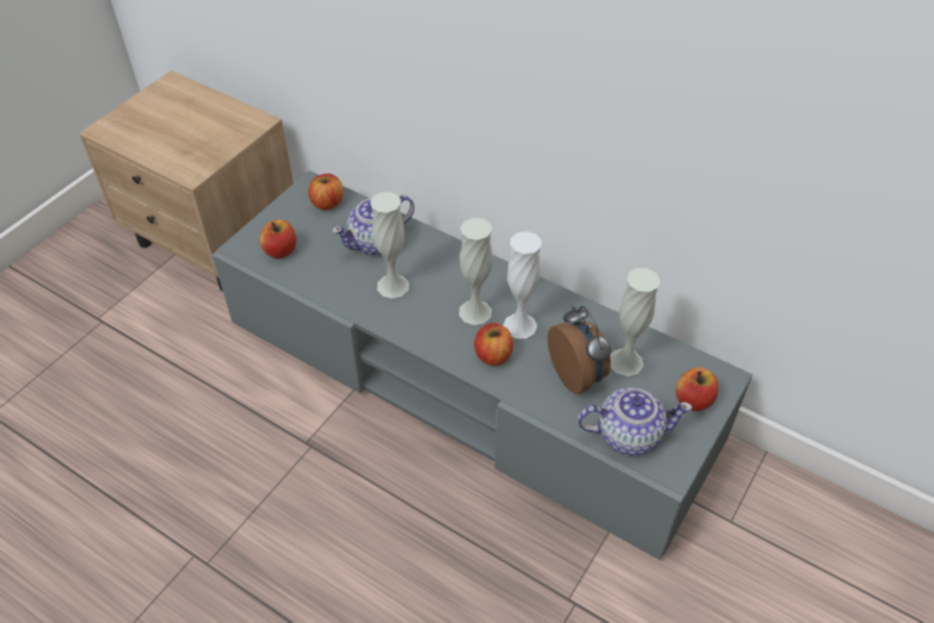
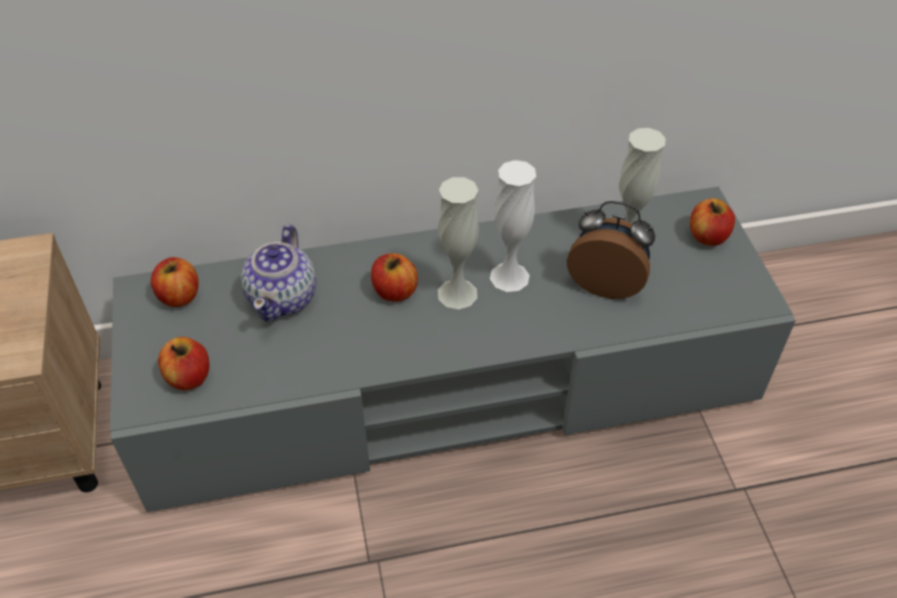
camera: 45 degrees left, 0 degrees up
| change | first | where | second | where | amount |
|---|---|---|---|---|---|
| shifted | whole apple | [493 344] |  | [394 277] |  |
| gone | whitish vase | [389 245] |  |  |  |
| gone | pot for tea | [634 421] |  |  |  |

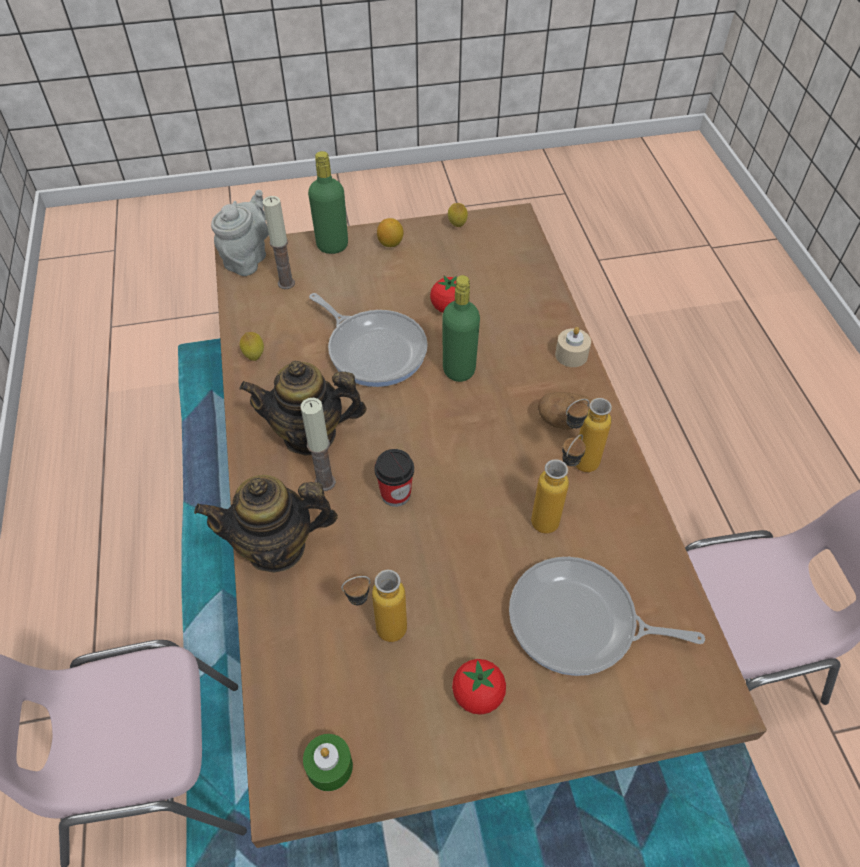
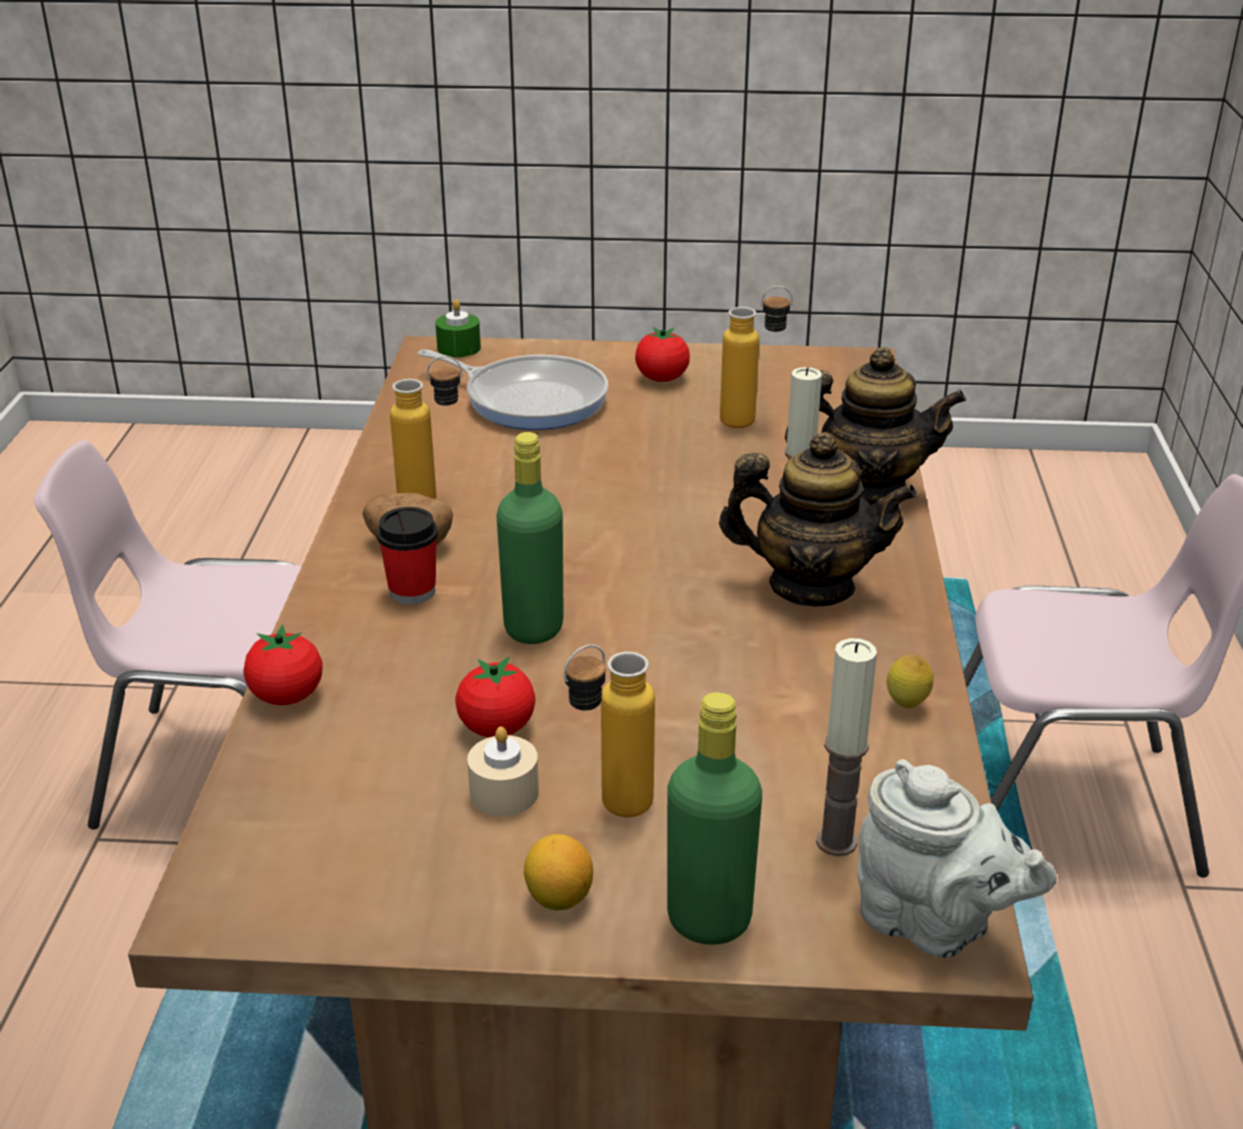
camera: 165 degrees left, 20 degrees down
| change | first | where | second | where | amount |
|---|---|---|---|---|---|
| new |  |  | tomato | [283 665] |  |
| shifted | drinking cup | [394 478] |  | [407 556] |  |
| shifted | green wax candle | [328 762] |  | [458 328] |  |
| shifted | beige wax candle | [573 347] |  | [503 771] |  |
| shifted | bottle | [558 484] |  | [609 731] |  |
| rotated | gray pot for tea | [240 233] |  | [957 858] | 90 degrees counterclockwise |
| gone | skillet | [368 340] |  |  |  |
| gone | whole lemon | [458 215] |  |  |  |

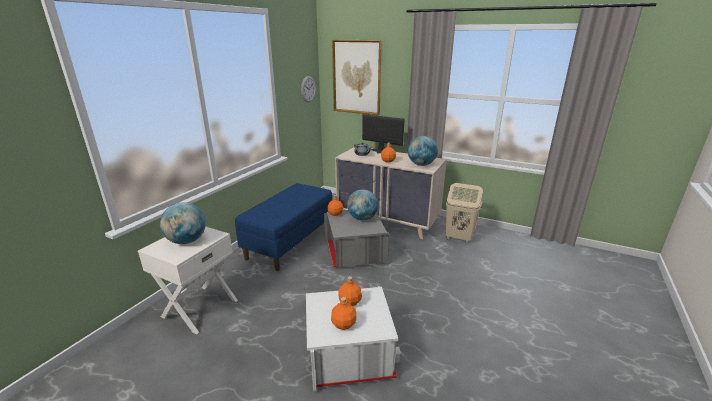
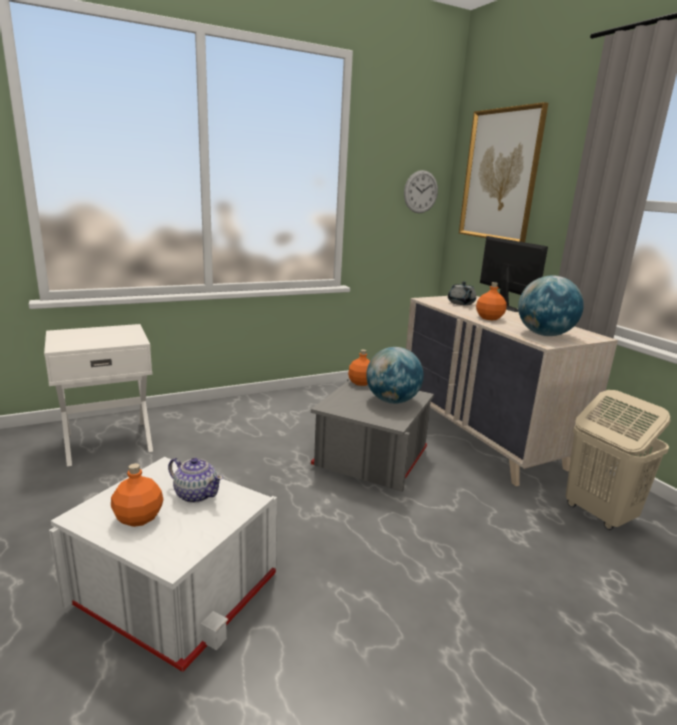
camera: 35 degrees right, 5 degrees down
| change | first | where | second | where | amount |
|---|---|---|---|---|---|
| swapped | orange-coloured bottle | [350 291] | pot for tea | [195 480] |  |
| gone | world globe | [183 223] |  |  |  |
| gone | blue long seat | [283 227] |  |  |  |

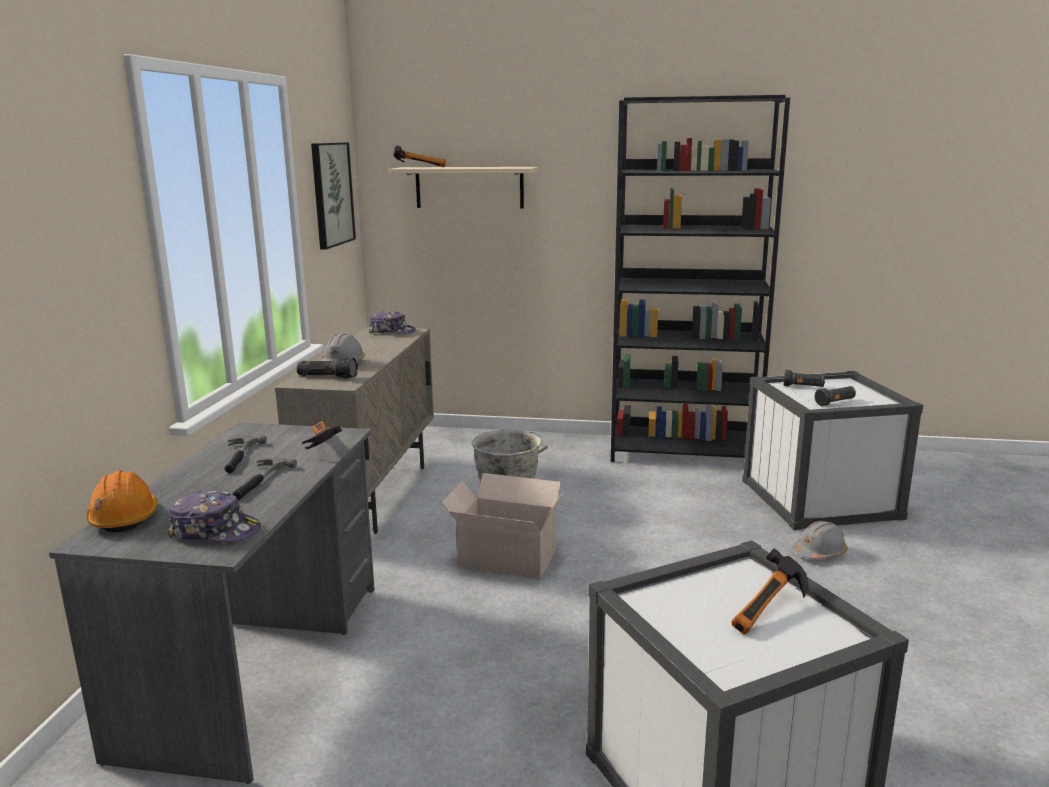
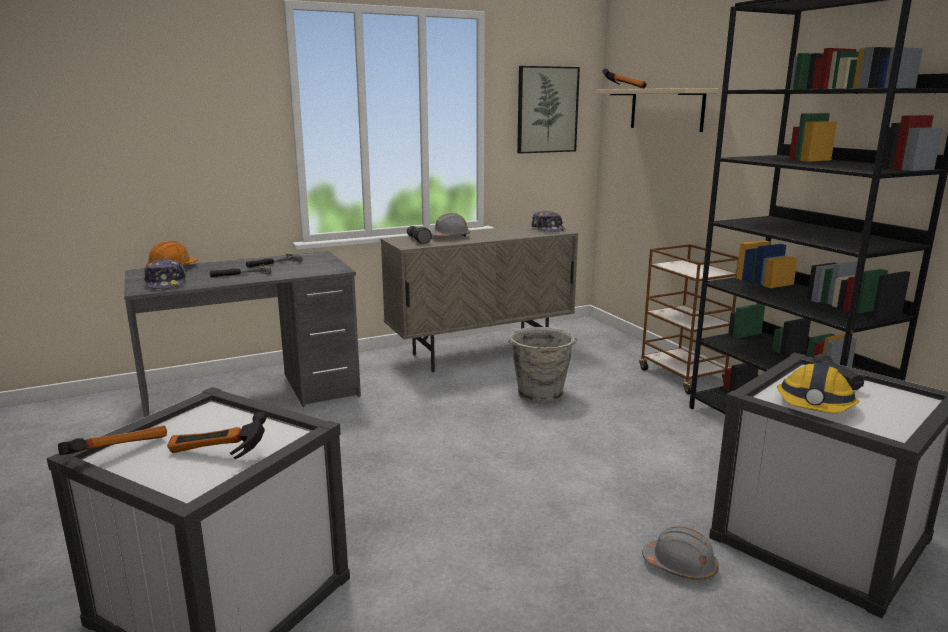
camera: 55 degrees right, 0 degrees up
| change | first | where | second | where | amount |
|---|---|---|---|---|---|
| shifted | hand hammer | [322 435] |  | [112 440] |  |
| new |  |  | brown-coloured trolley | [689 319] |  |
| swapped | black-coloured flashlight | [835 396] | safety helmet | [818 388] |  |
| gone | carton | [502 526] |  |  |  |

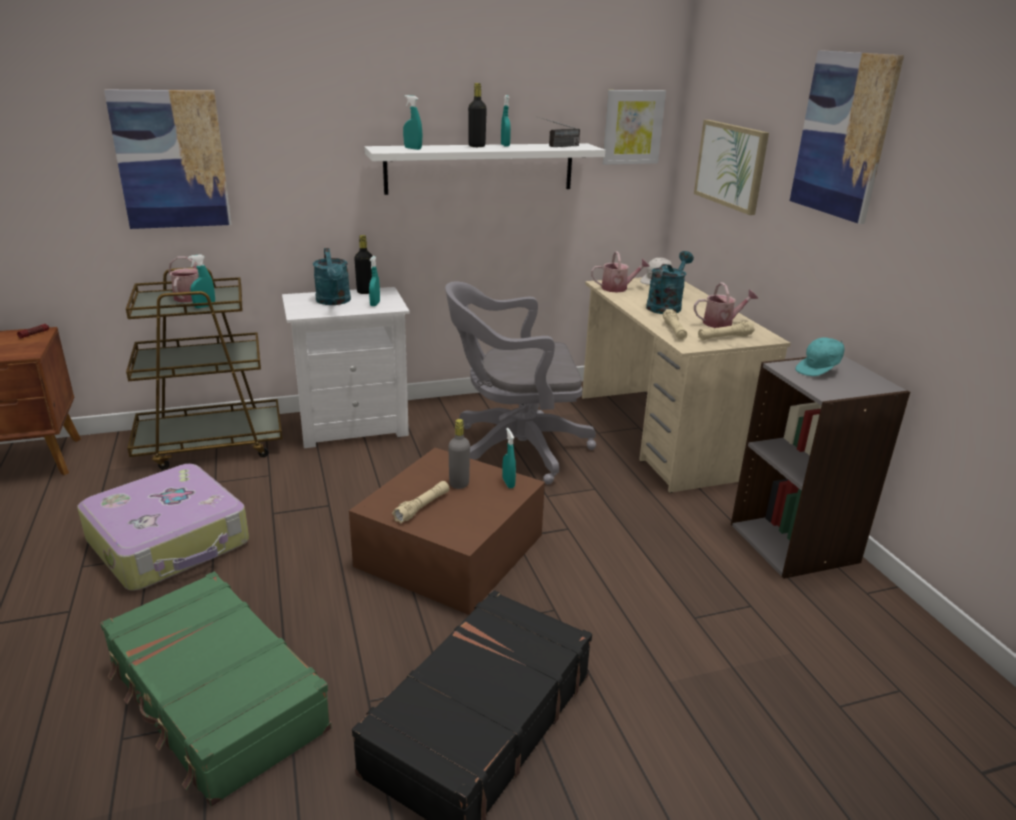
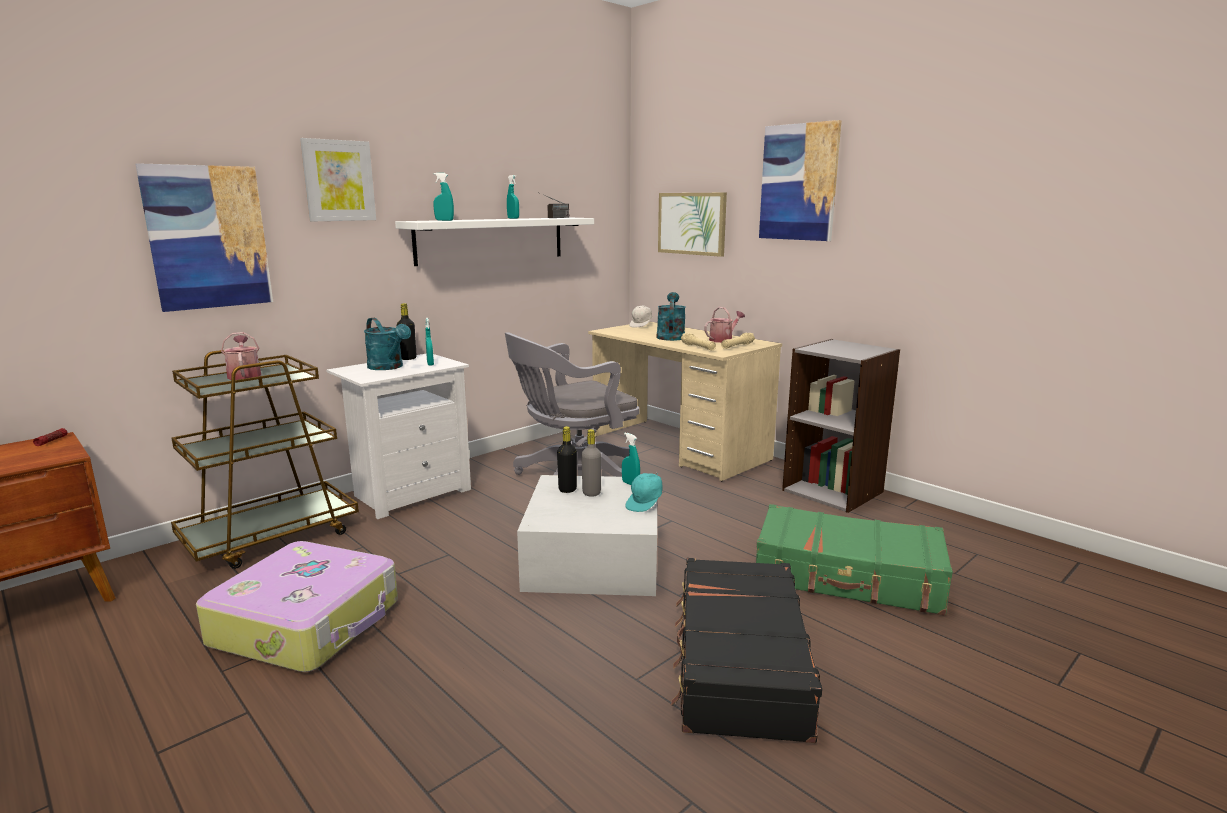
camera: 25 degrees left, 10 degrees down
| change | first | where | second | where | amount |
|---|---|---|---|---|---|
| shifted | wall picture | [634 127] |  | [338 179] |  |
| repainted | brown-coloured storage container | [447 531] | whitish storage container | [587 535] |  |
| shifted | black-coloured bottle | [477 115] |  | [567 459] |  |
| shifted | turquoise cap | [819 356] |  | [644 492] |  |
| shifted | green suitcase | [216 689] |  | [854 560] |  |
| gone | turquoise sprayer | [201 281] |  |  |  |
| gone | beige flashlight | [420 502] |  |  |  |
| gone | sprinkling can | [620 271] |  |  |  |

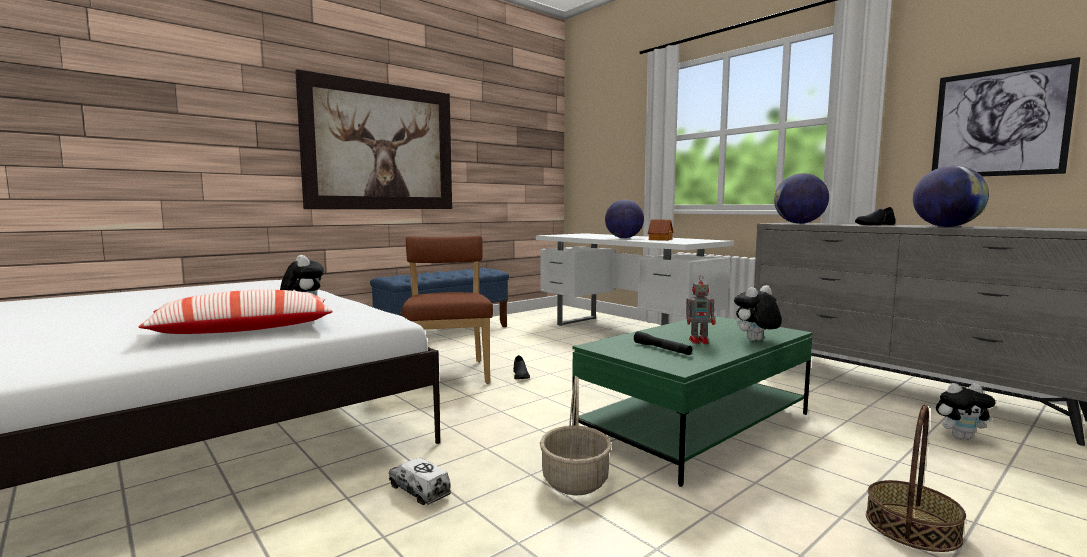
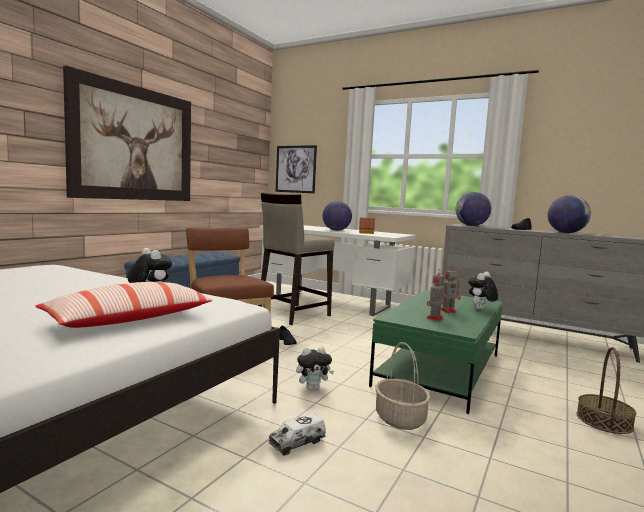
camera: 20 degrees left, 0 degrees up
| change | first | where | second | where | amount |
|---|---|---|---|---|---|
| new |  |  | beige sitting stool | [296 259] |  |
| rotated | toy truck | [420 481] |  | [297 434] | 60 degrees counterclockwise |
| shifted | wall picture | [1006 116] |  | [296 169] |  |
| shifted | soft toy | [965 411] |  | [315 368] |  |
| swapped | black-coloured flashlight | [663 343] | robot figure | [435 295] |  |

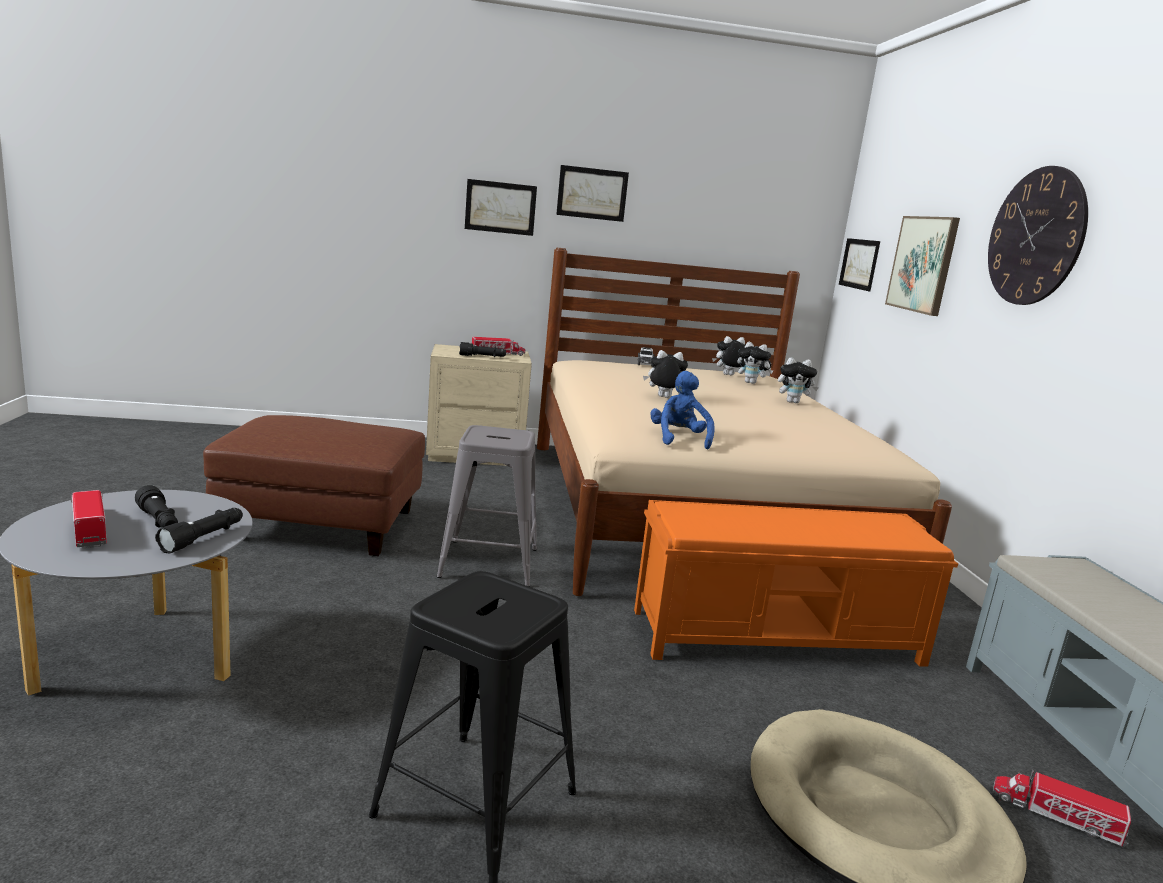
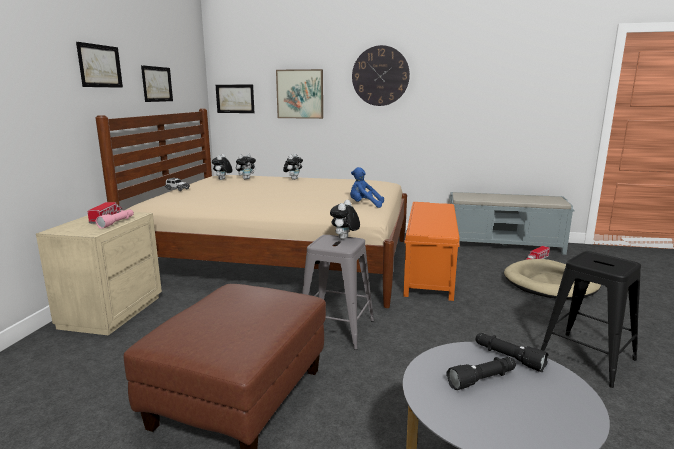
camera: 70 degrees left, 0 degrees up
| change | first | where | second | where | amount |
|---|---|---|---|---|---|
| repainted | black-coloured flashlight | [482 349] | pinkish flashlight | [114 219] |  |
| shifted | wall picture | [501 207] |  | [157 83] |  |
| shifted | soft toy | [665 374] |  | [345 219] |  |
| gone | toy truck | [89 518] |  |  |  |

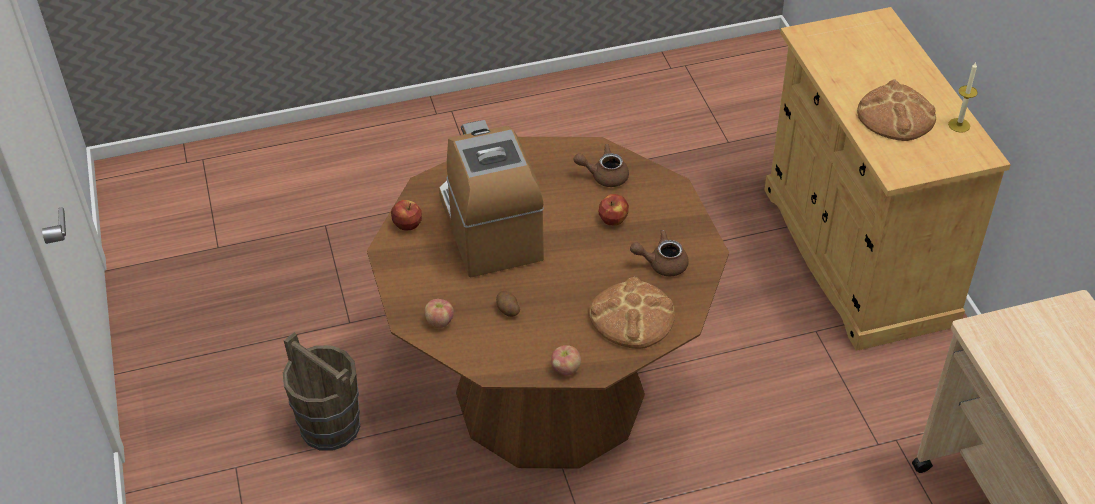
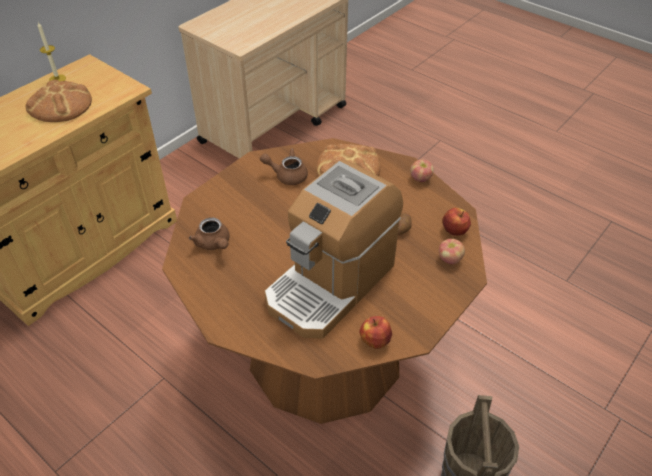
camera: 125 degrees left, 0 degrees up
| change | first | where | second | where | amount |
|---|---|---|---|---|---|
| rotated | brown-coloured pot for tea | [659 253] |  | [284 167] | 135 degrees clockwise |
| shifted | whole apple | [614 210] |  | [456 222] |  |

